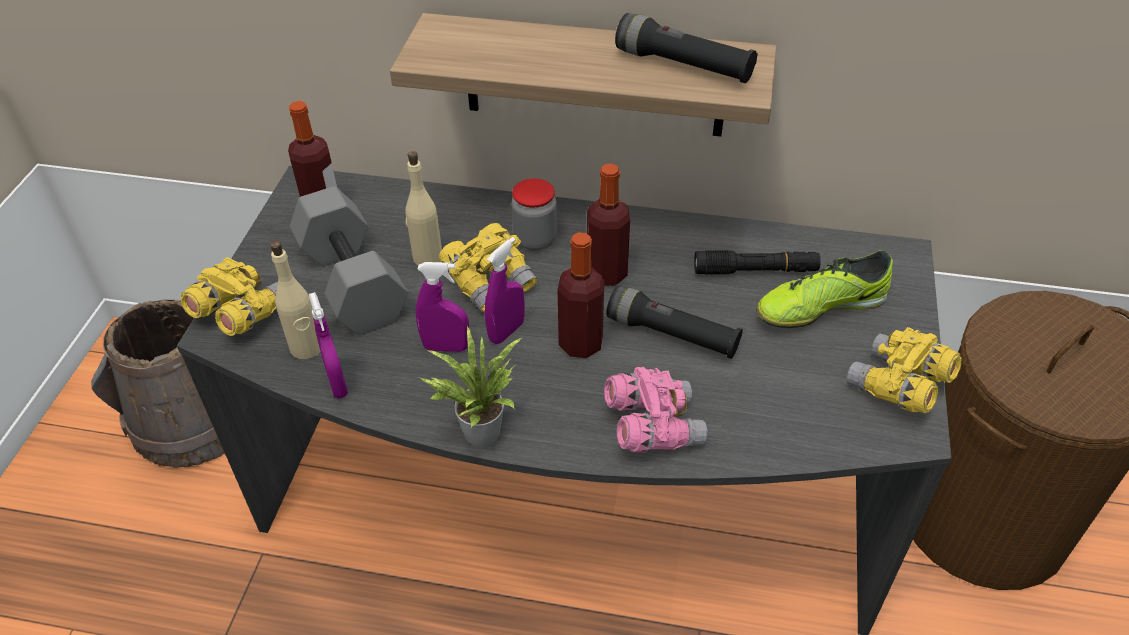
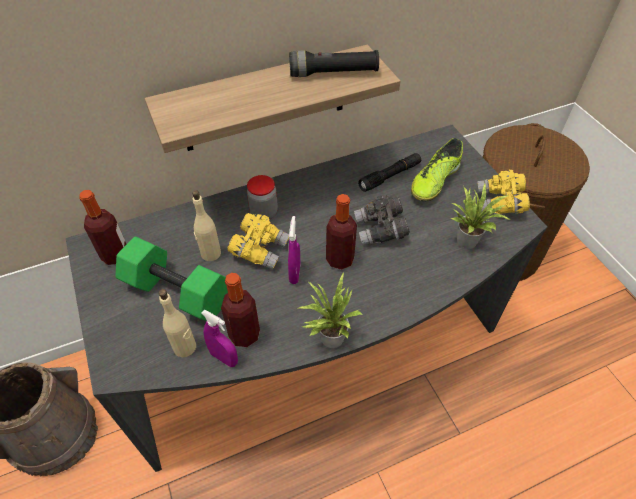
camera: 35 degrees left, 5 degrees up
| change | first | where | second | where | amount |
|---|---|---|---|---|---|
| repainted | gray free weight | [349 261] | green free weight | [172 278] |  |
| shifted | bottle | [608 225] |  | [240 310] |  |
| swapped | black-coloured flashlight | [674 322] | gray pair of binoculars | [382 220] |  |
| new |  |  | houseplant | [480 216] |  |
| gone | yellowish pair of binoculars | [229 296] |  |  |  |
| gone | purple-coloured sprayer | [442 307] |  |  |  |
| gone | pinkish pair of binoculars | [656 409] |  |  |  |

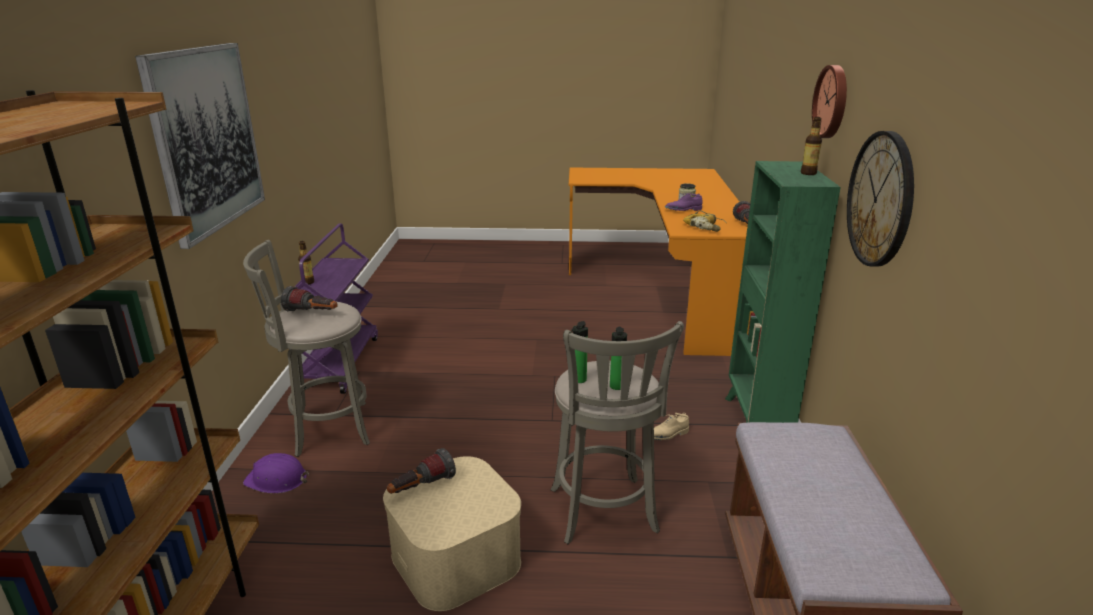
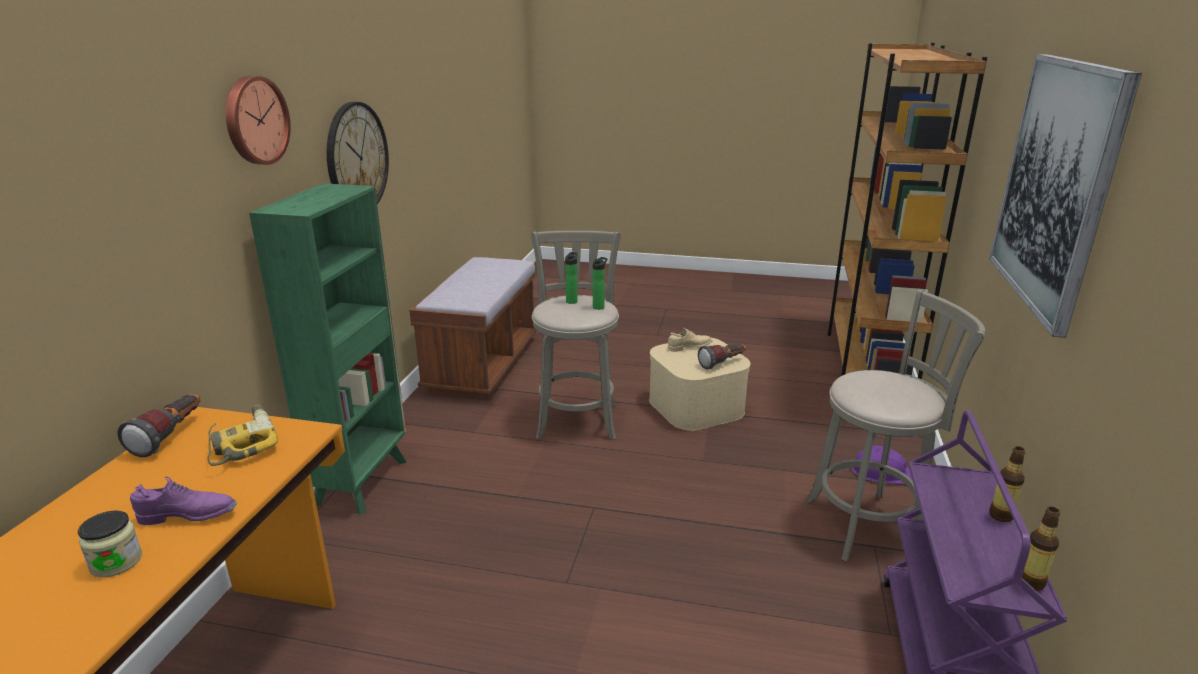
camera: 170 degrees left, 0 degrees up
| change | first | where | second | where | amount |
|---|---|---|---|---|---|
| shifted | beige item of footwear | [671 426] |  | [690 340] |  |
| shifted | bottle | [811 146] |  | [1041 549] |  |
| gone | flashlight | [309 298] |  |  |  |

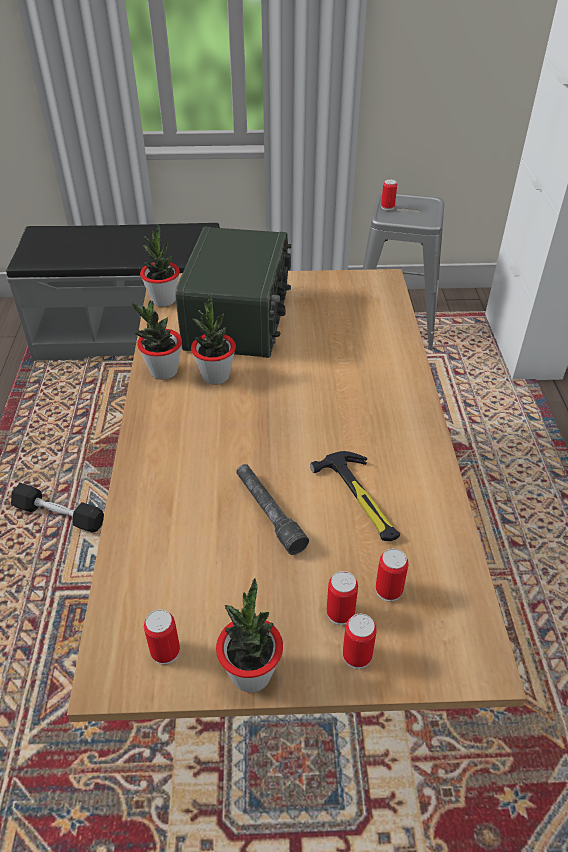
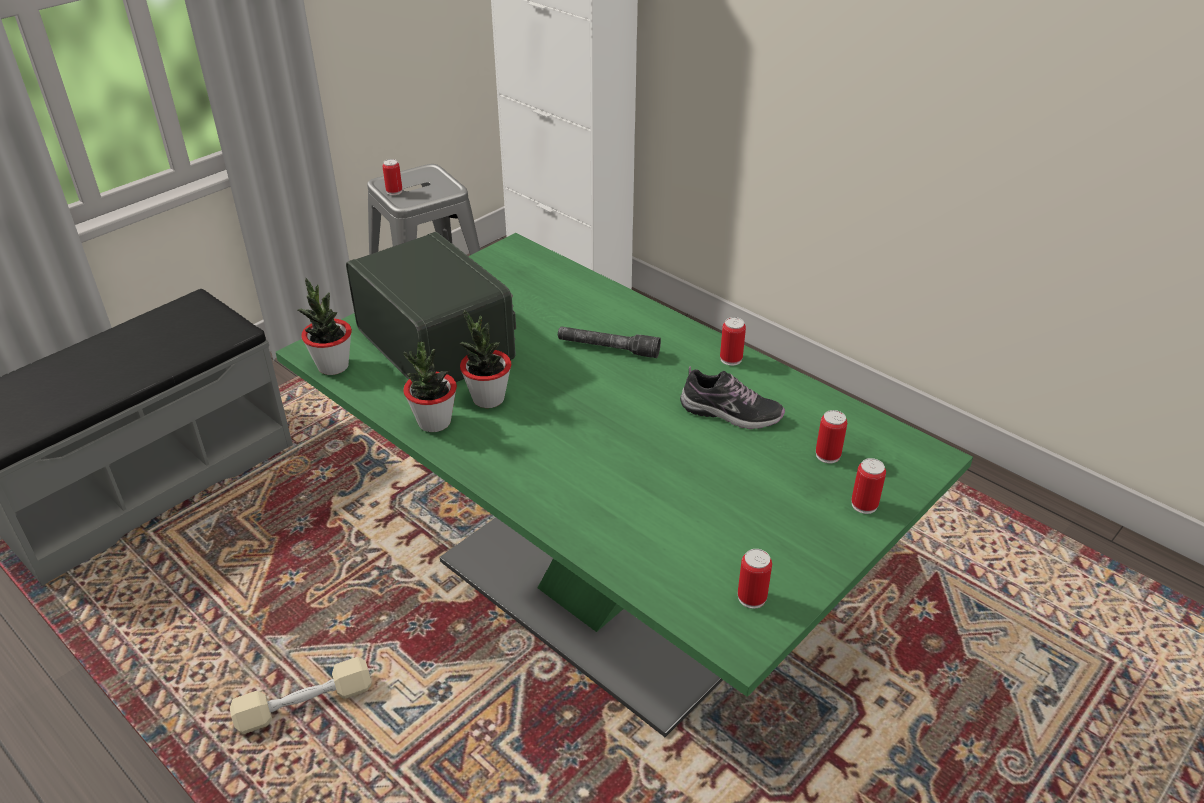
camera: 45 degrees left, 5 degrees down
| change | first | where | second | where | amount |
|---|---|---|---|---|---|
| repainted | black-coloured free weight | [57 507] | beige free weight | [301 695] |  |
| repainted | brown-coloured dining table | [296 495] | green dining table | [624 485] |  |
| shifted | gray flashlight | [272 509] |  | [609 342] |  |
| swapped | hand hammer | [355 496] | item of footwear | [732 397] |  |
| shifted | sealed can | [342 598] |  | [733 341] |  |
| gone | houseplant | [249 635] |  |  |  |

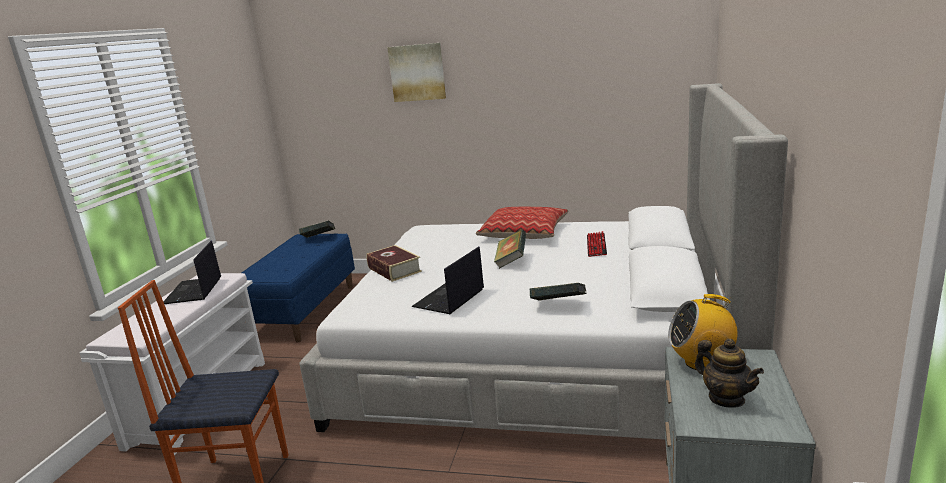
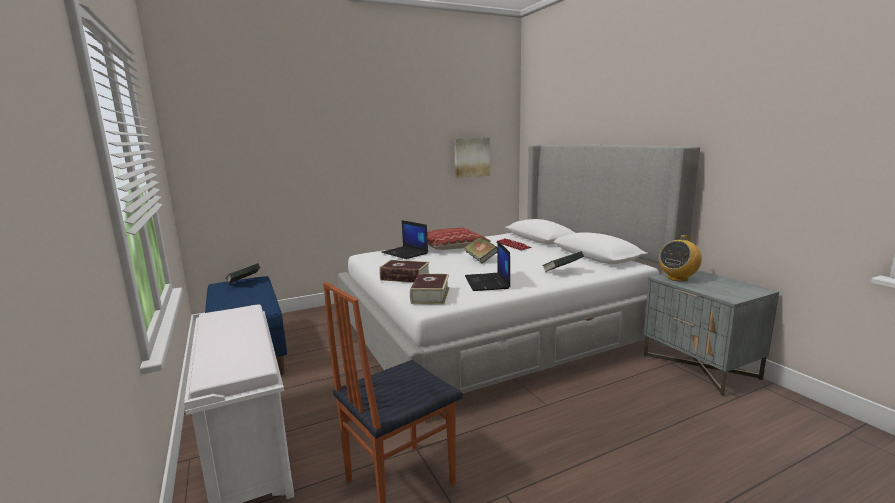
camera: 40 degrees left, 5 degrees down
| change | first | where | second | where | amount |
|---|---|---|---|---|---|
| shifted | notebook computer | [192 272] |  | [404 239] |  |
| new |  |  | volume | [429 289] |  |
| shifted | wall picture | [416 72] |  | [472 157] |  |
| gone | pot for tea | [729 373] |  |  |  |

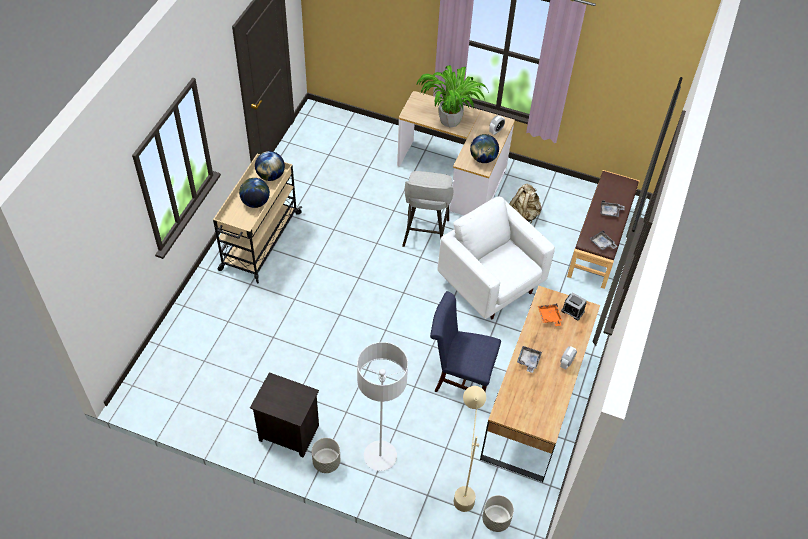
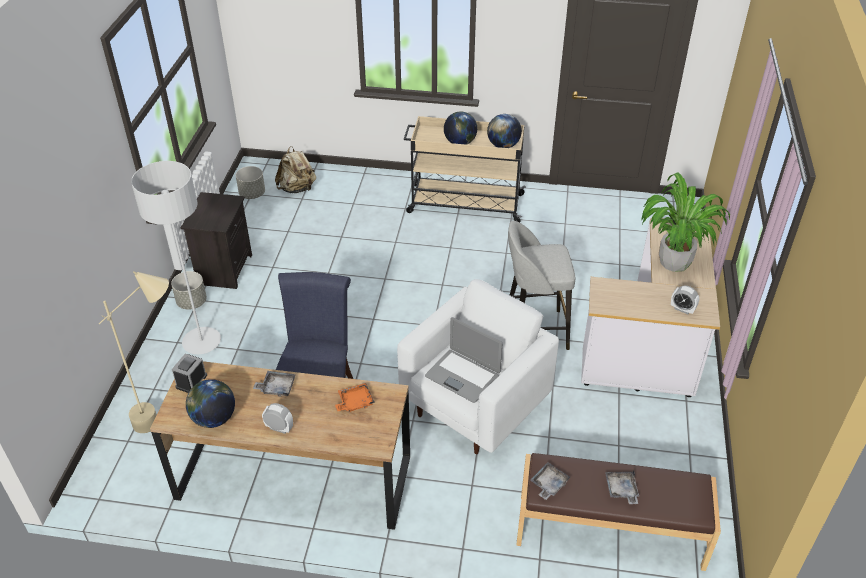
camera: 80 degrees right, 10 degrees down
| change | first | where | second | where | amount |
|---|---|---|---|---|---|
| shifted | alarm clock | [574 306] |  | [189 373] |  |
| shifted | world globe | [484 148] |  | [210 403] |  |
| shifted | gray flower pot | [498 513] |  | [250 182] |  |
| shifted | beige backpack | [525 204] |  | [295 169] |  |
| new |  |  | notebook computer | [463 360] |  |

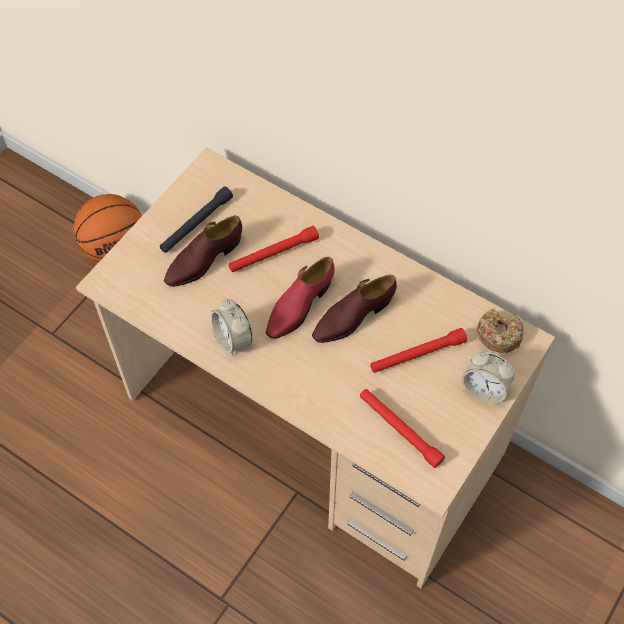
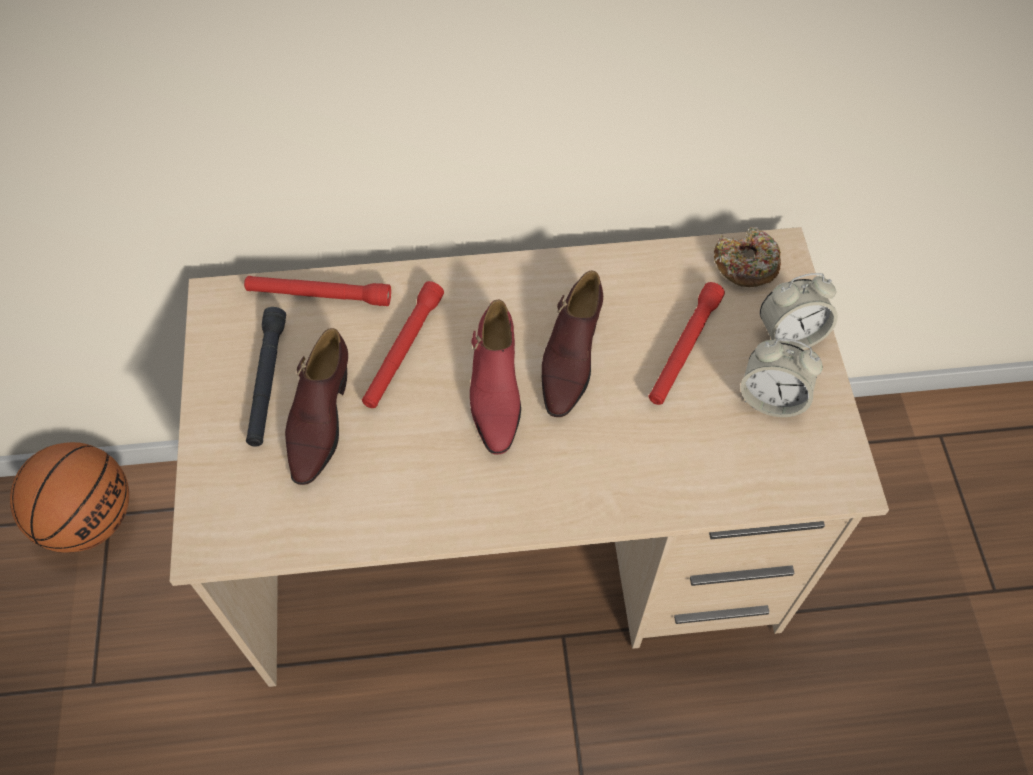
camera: 40 degrees left, 0 degrees up
| change | first | where | second | where | amount |
|---|---|---|---|---|---|
| shifted | red-coloured flashlight | [402 428] |  | [317 291] |  |
| shifted | alarm clock | [231 327] |  | [781 377] |  |

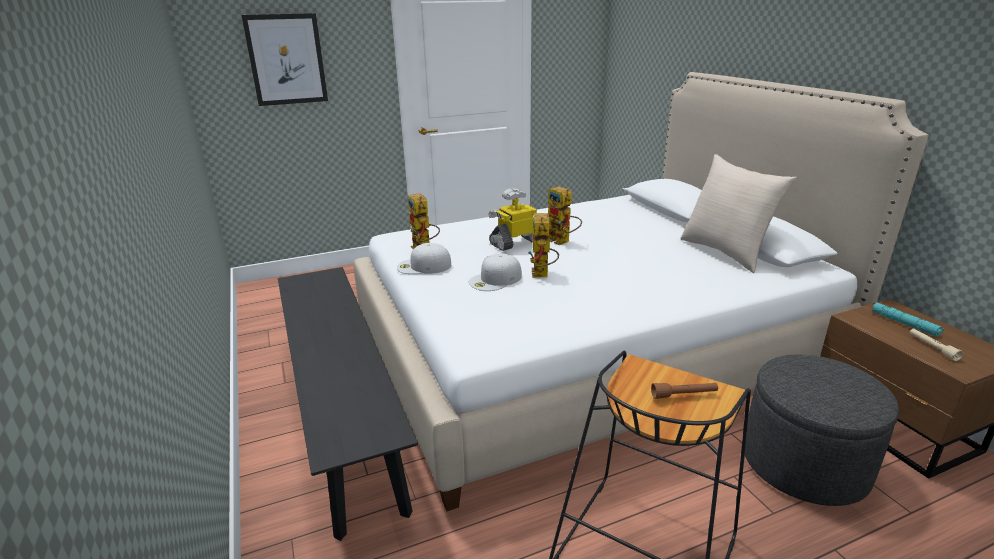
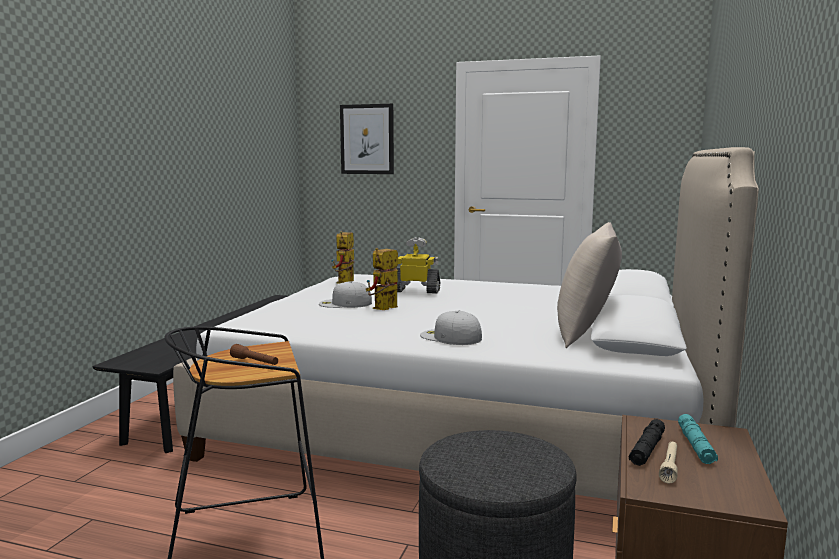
camera: 40 degrees right, 15 degrees down
| change | first | where | second | where | amount |
|---|---|---|---|---|---|
| shifted | whitish cap | [424 258] |  | [451 328] |  |
| new |  |  | black-coloured flashlight | [647 442] |  |
| gone | robot figure | [565 215] |  |  |  |

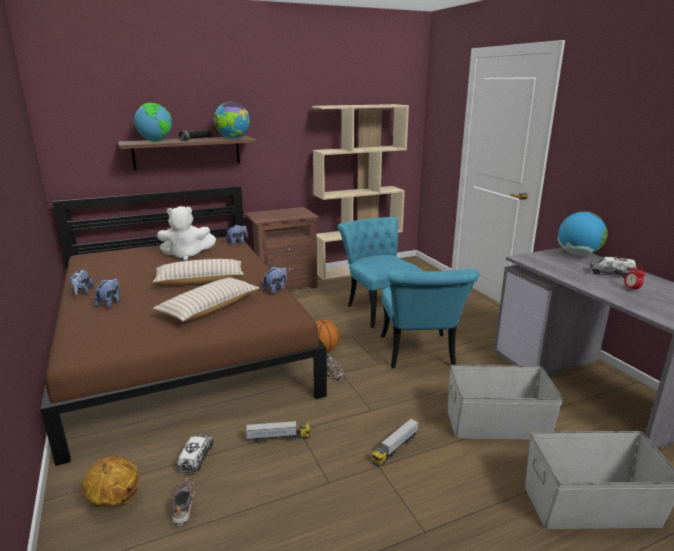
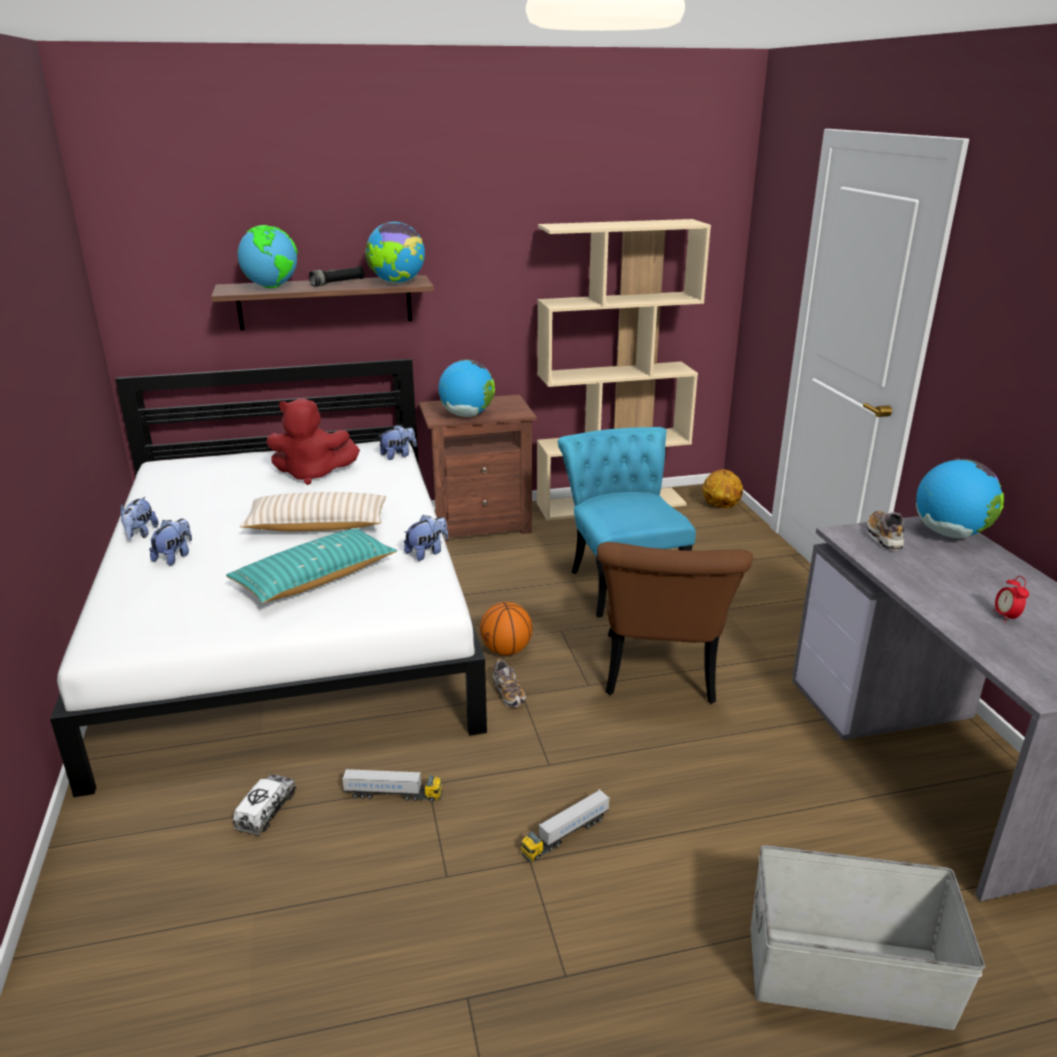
camera: 10 degrees right, 5 degrees up
| change | first | where | second | where | amount |
|---|---|---|---|---|---|
| repainted | brown-coloured bed | [184 326] | whitish bed | [268 578] |  |
| repainted | beige throw pillow | [206 299] | turquoise throw pillow | [311 565] |  |
| repainted | whitish soft toy | [186 233] | red-coloured soft toy | [313 441] |  |
| new |  |  | world globe | [466 388] |  |
| repainted | turquoise chair | [430 318] | brown-coloured chair | [675 623] |  |
| shifted | basketball | [110 481] |  | [723 488] |  |
| shifted | item of footwear | [183 502] |  | [885 530] |  |
| gone | gray storage container | [505 402] |  |  |  |
| gone | toy truck | [613 267] |  |  |  |

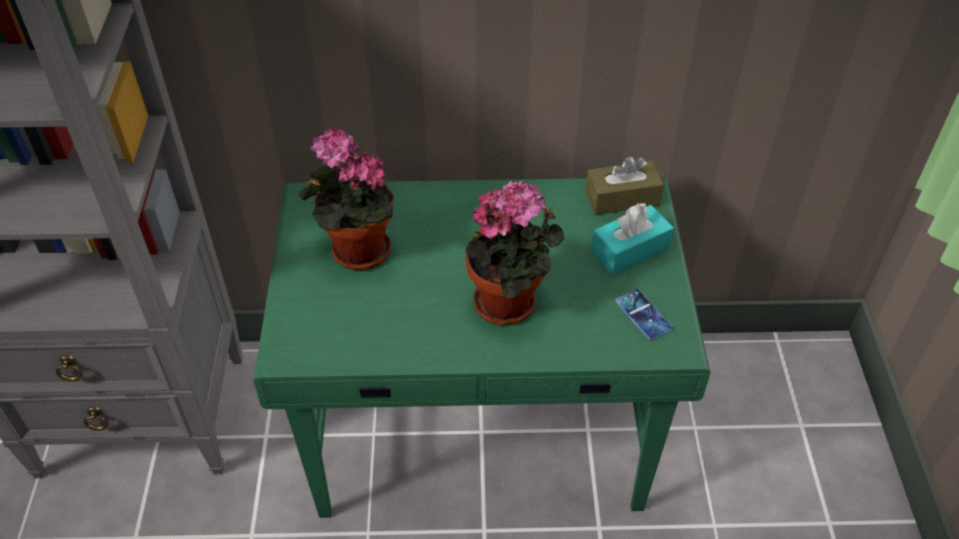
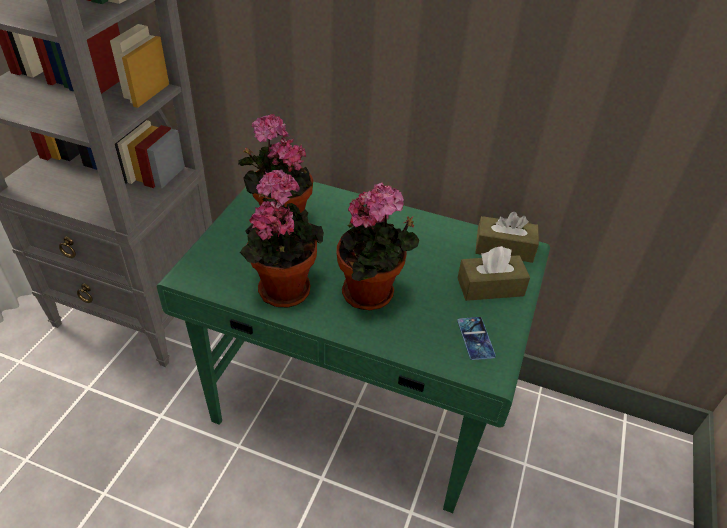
camera: 20 degrees right, 5 degrees down
| change | first | where | second | where | amount |
|---|---|---|---|---|---|
| new |  |  | houseplant | [282 238] |  |
| repainted | turquoise box of tissues | [632 239] | brown-coloured box of tissues | [494 273] |  |

